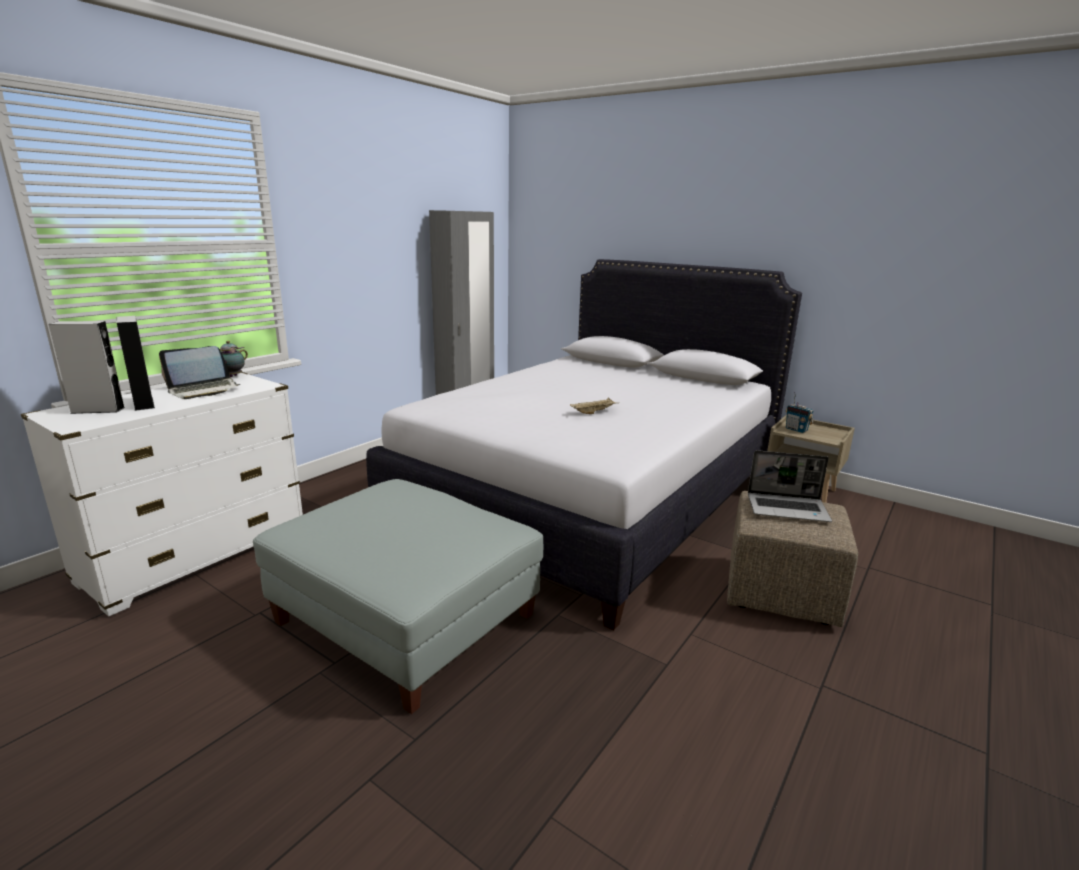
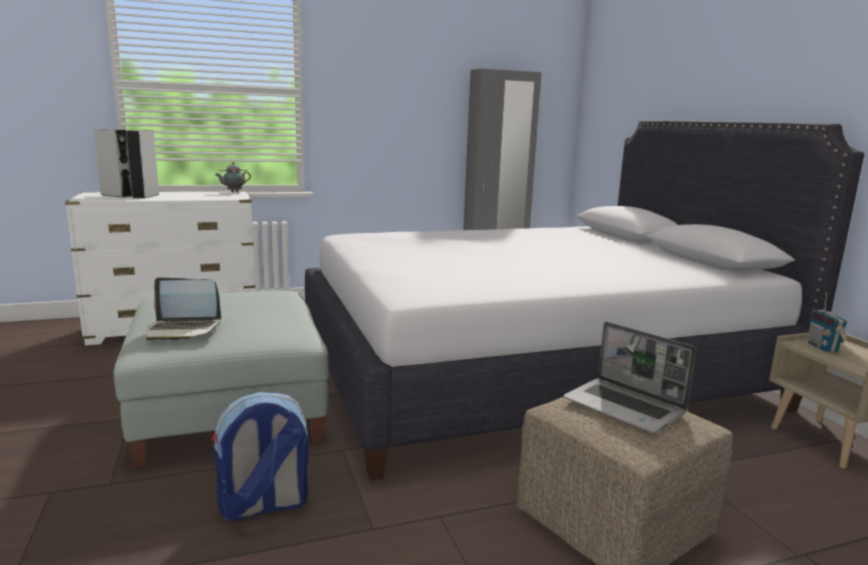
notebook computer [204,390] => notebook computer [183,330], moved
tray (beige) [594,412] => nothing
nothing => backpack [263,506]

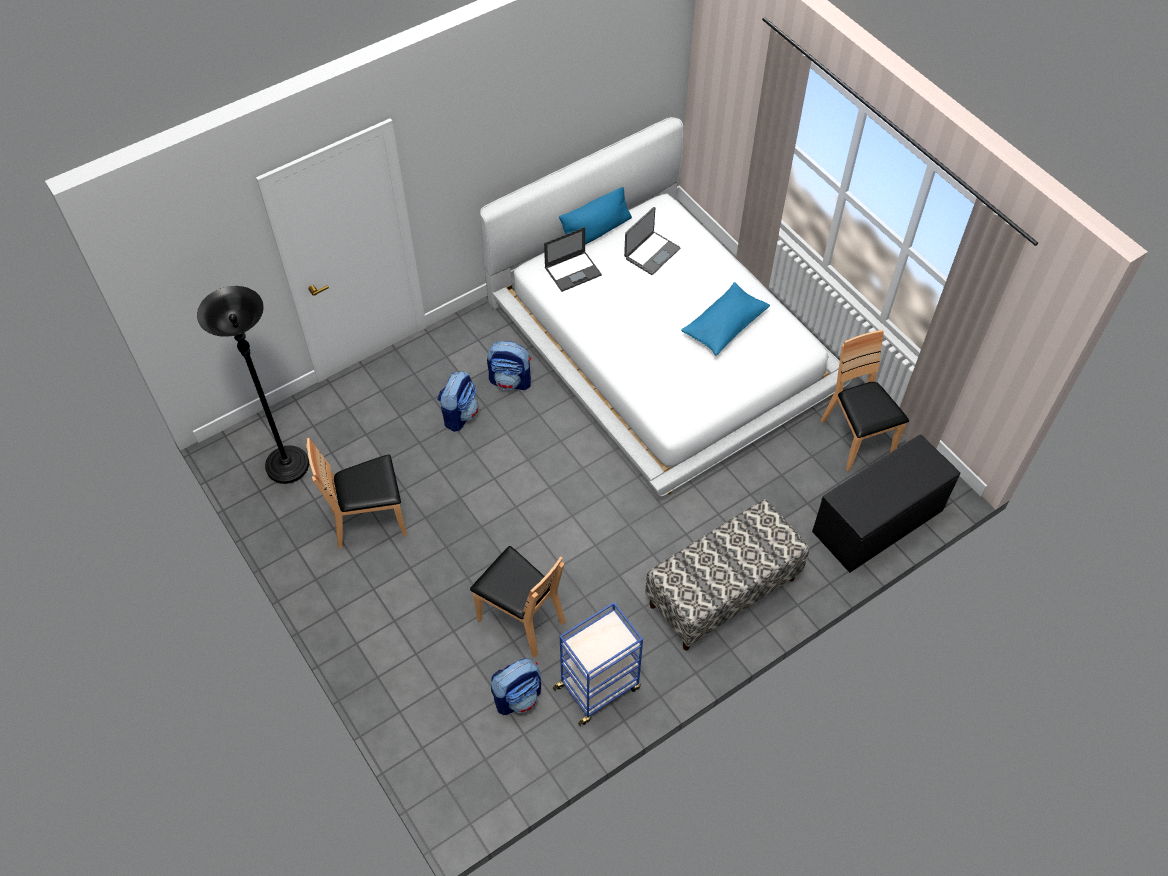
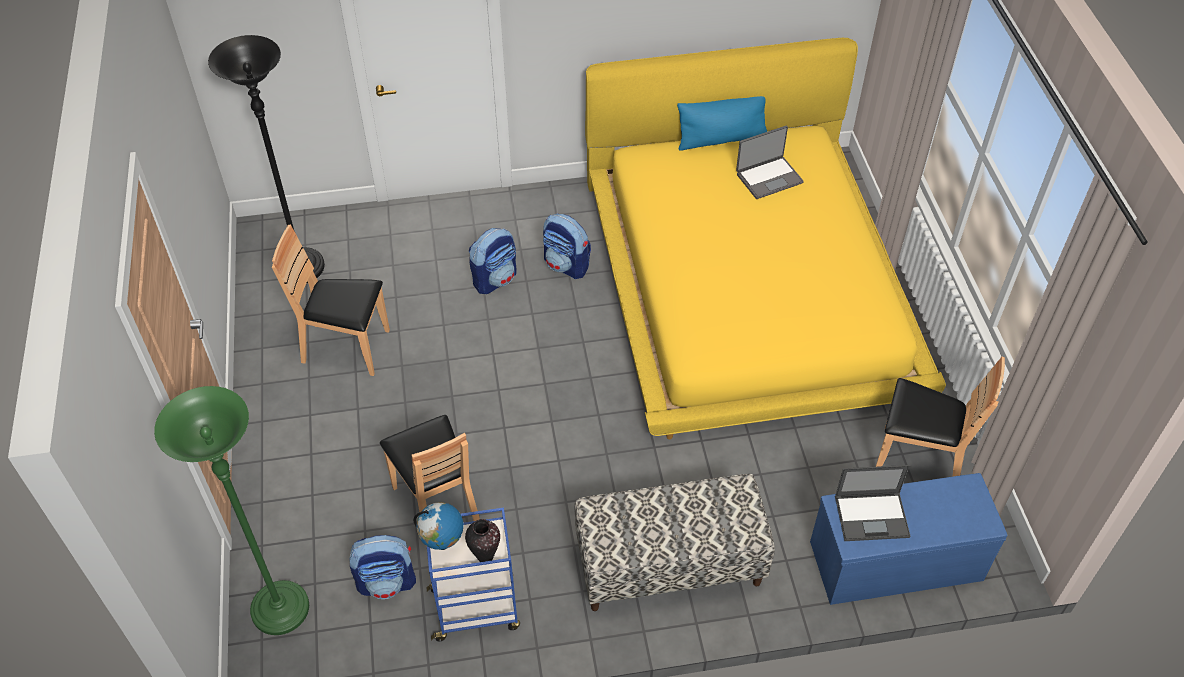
sleeping bed (white) [661,344] => sleeping bed (yellowish) [747,284]
notebook computer [573,271] => notebook computer [872,516], moved
cushion (blue-coloured) [724,326] => nothing
upright chair (brown-coloured) [855,439] => upright chair (brown-coloured) [917,461], 105 degrees clockwise
long seat (black) [877,522] => long seat (blue-coloured) [894,562]
nothing => standing lamp (green) [280,609]
nothing => desk globe [443,543]
nothing => vase [485,556]

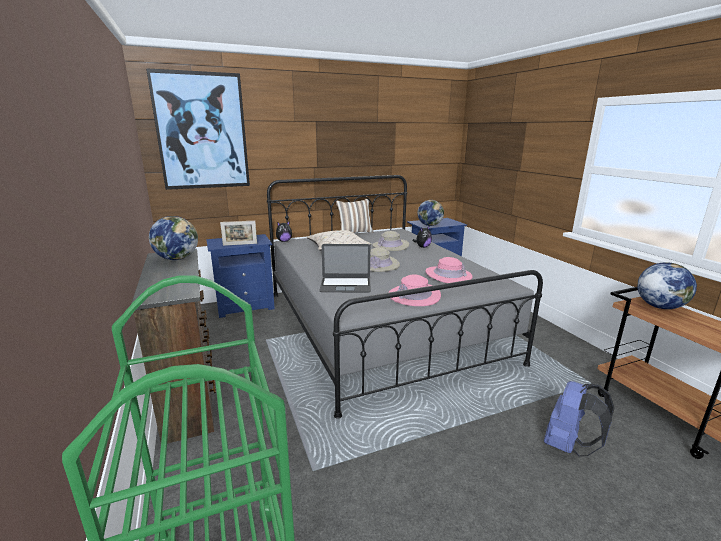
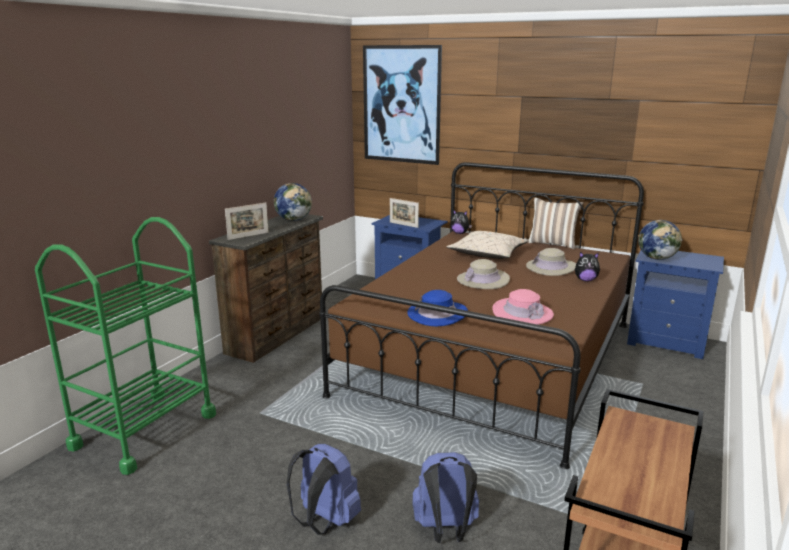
sleeping bed (greyish) [379,324] => sleeping bed (brown-coloured) [491,357]
notebook computer [345,285] => nothing
desk globe [659,306] => nothing
wearable hat (pinkish) [414,296] => wearable hat (blue-coloured) [437,314]
nothing => standing frame [248,236]
nothing => backpack (blue-coloured) [324,521]

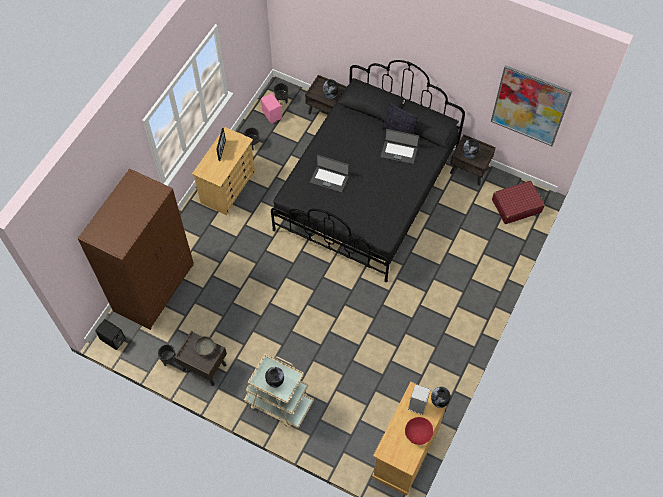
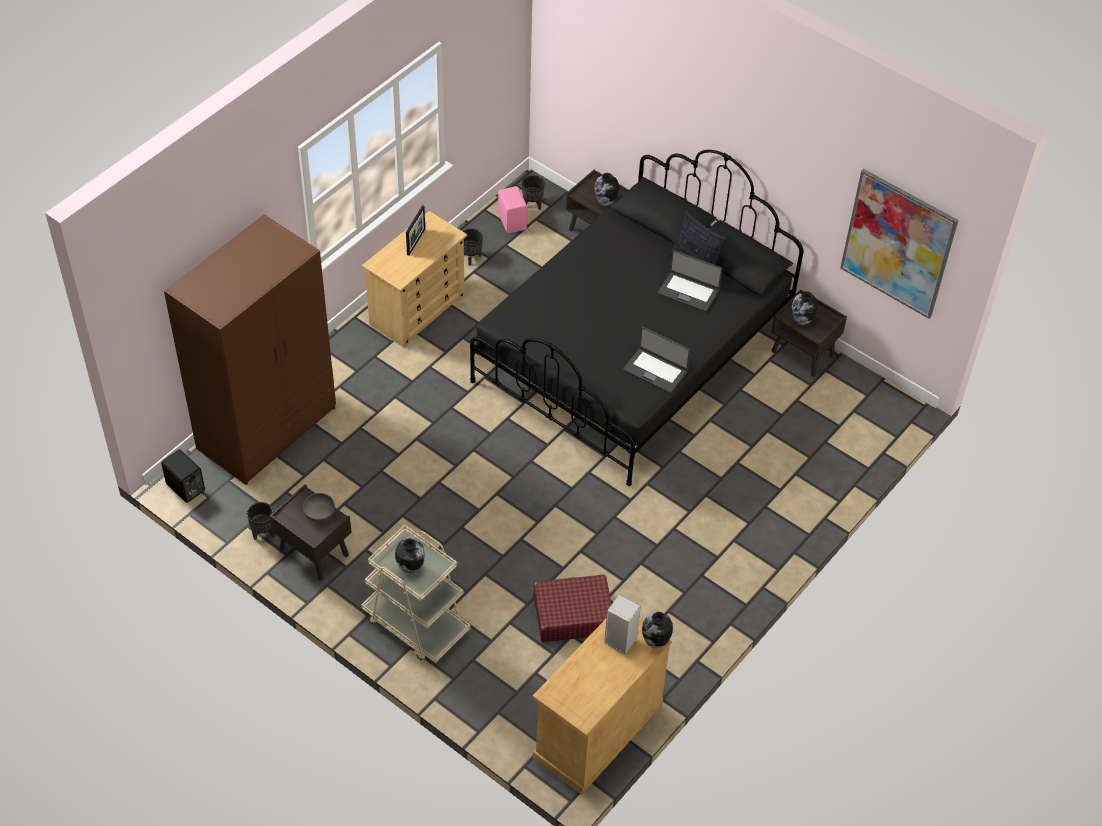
notebook computer [329,179] => notebook computer [655,370], moved
travel case (red-coloured) [516,206] => travel case (red-coloured) [572,615], moved
serving bowl (red-coloured) [418,433] => nothing

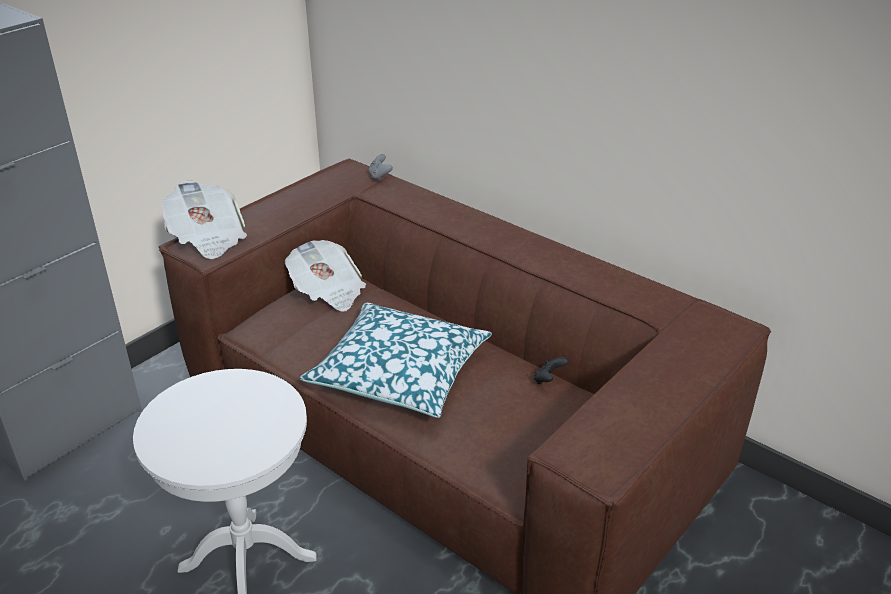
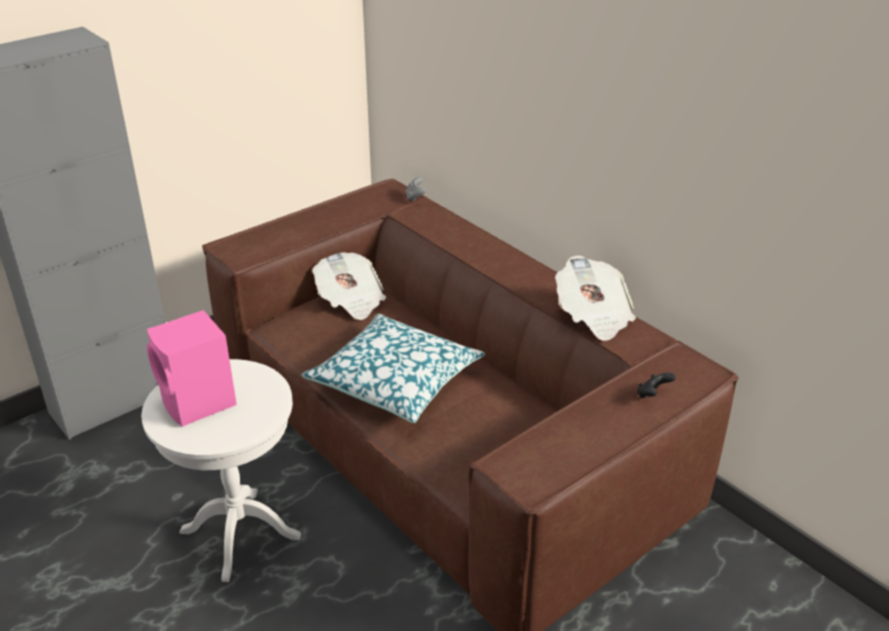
daily paper [207,238] => daily paper [593,316], moved
joypad (black) [548,380] => joypad (black) [652,395], moved
nothing => audio speaker (pinkish) [199,404]

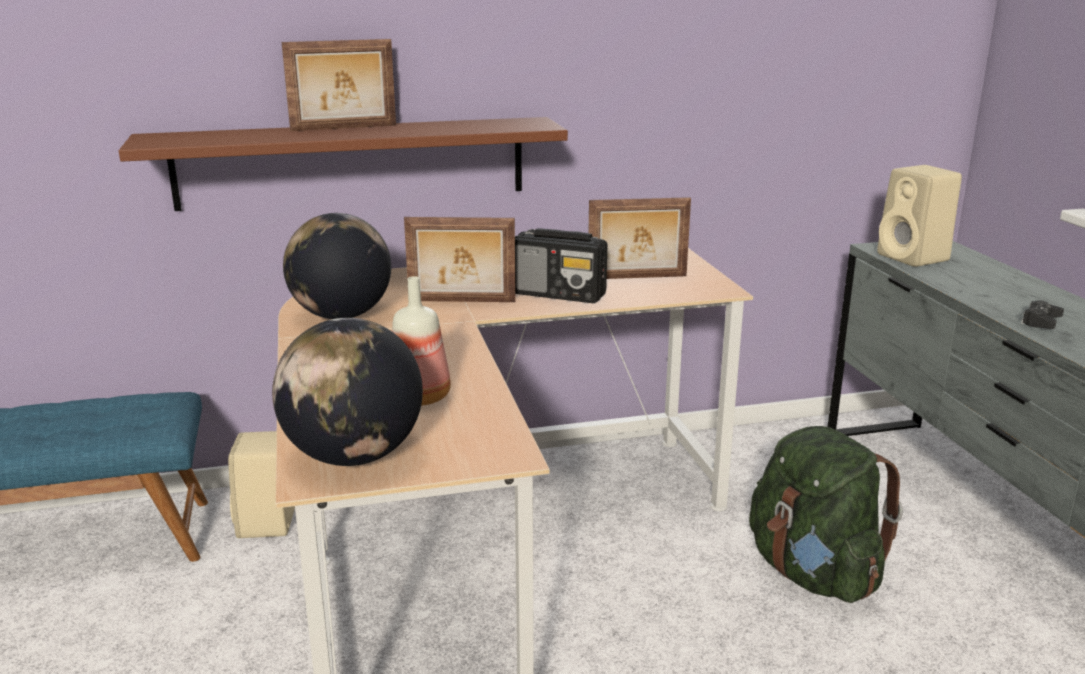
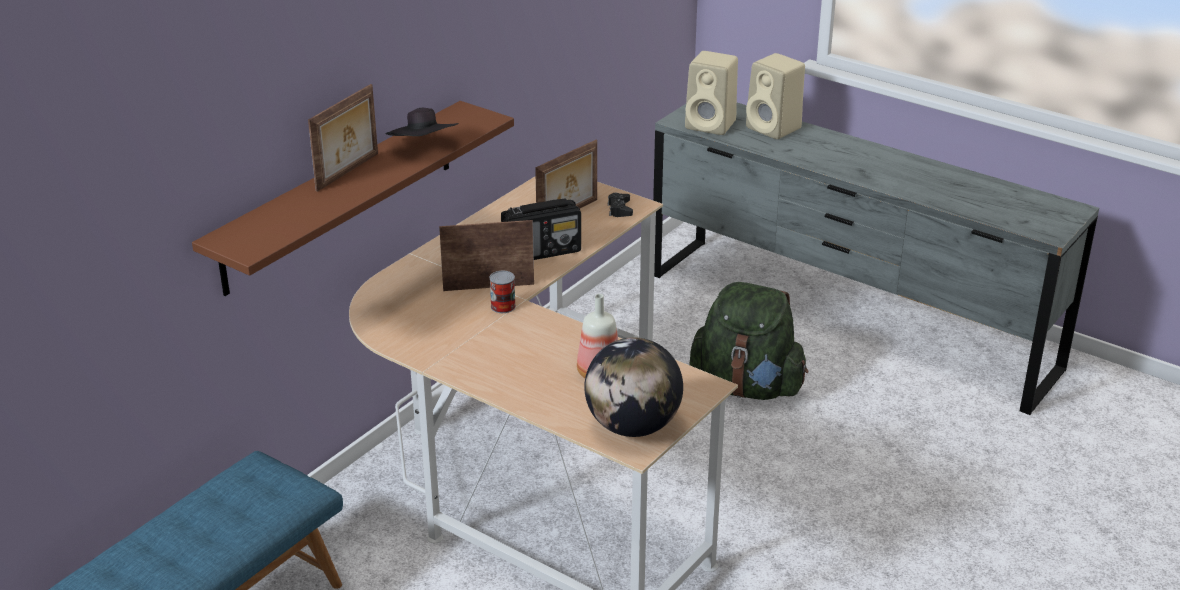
desk globe [341,316] => nothing
standing frame [461,301] => standing frame [488,286], 150 degrees counterclockwise
joypad (black) [1041,321] => joypad (black) [619,209], moved
audio speaker (beige) [266,524] => audio speaker (beige) [775,128], moved
nothing => wearable hat (black) [424,147]
nothing => sealed can [503,306]

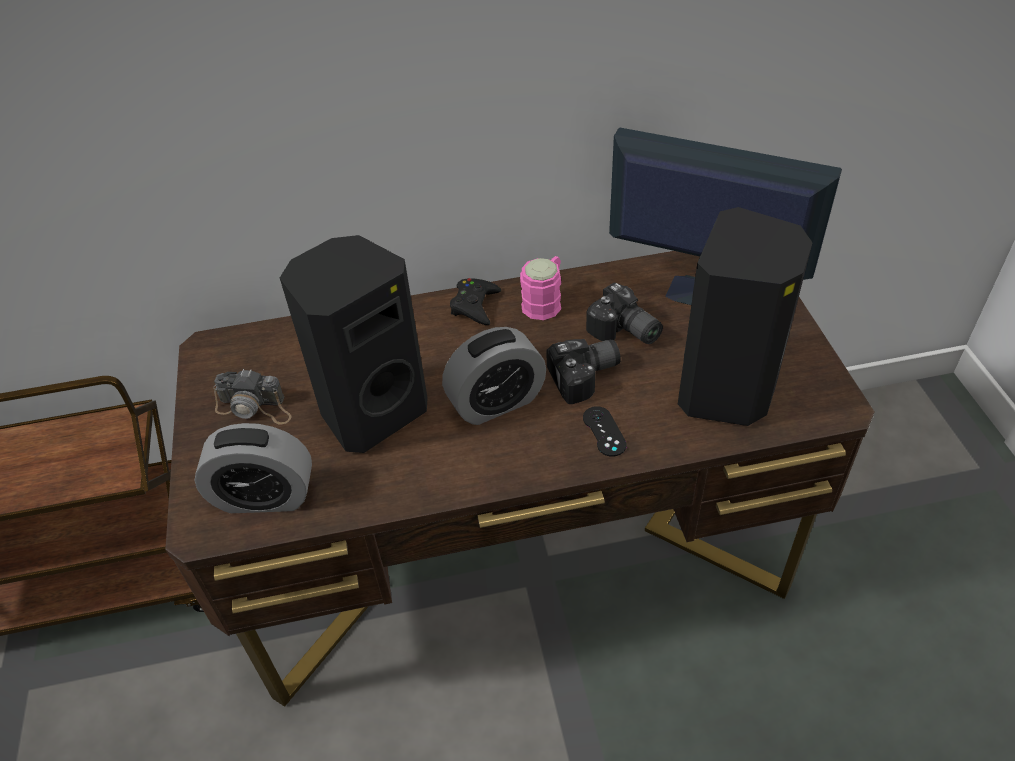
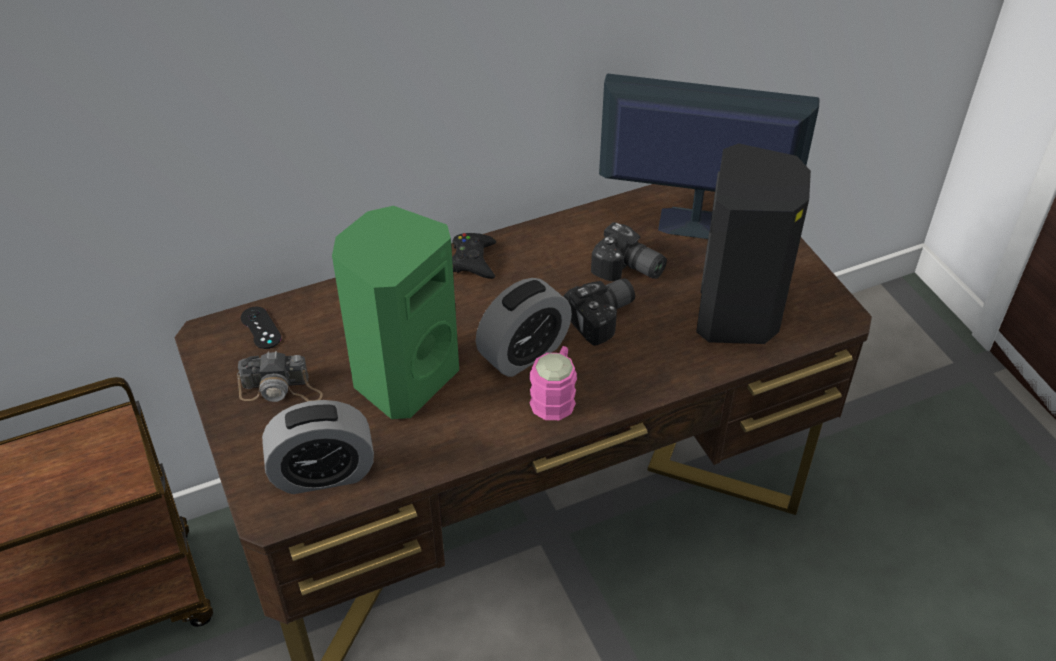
audio speaker (black) [372,411] => audio speaker (green) [403,377]
coffee mug (pinkish) [545,301] => coffee mug (pinkish) [555,396], moved
joypad (black) [604,431] => joypad (black) [260,328], moved

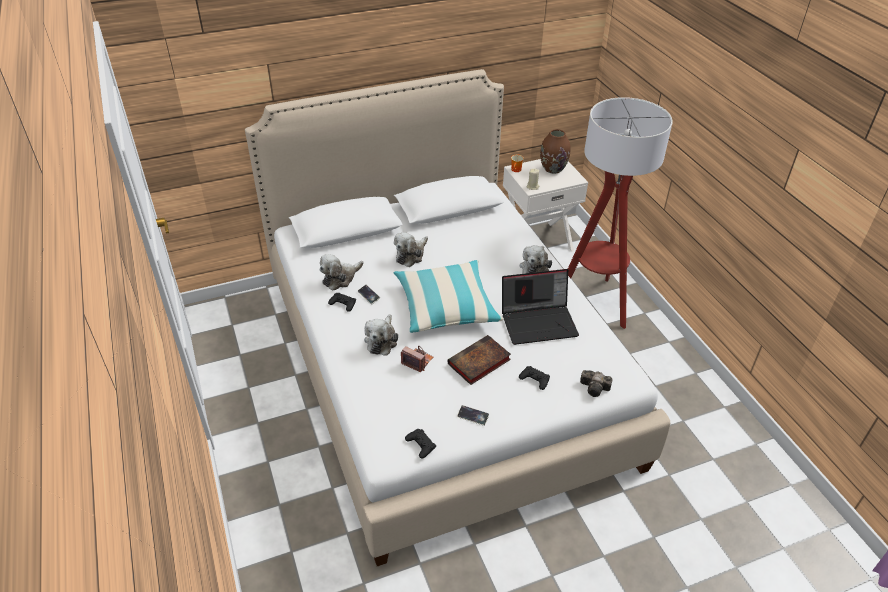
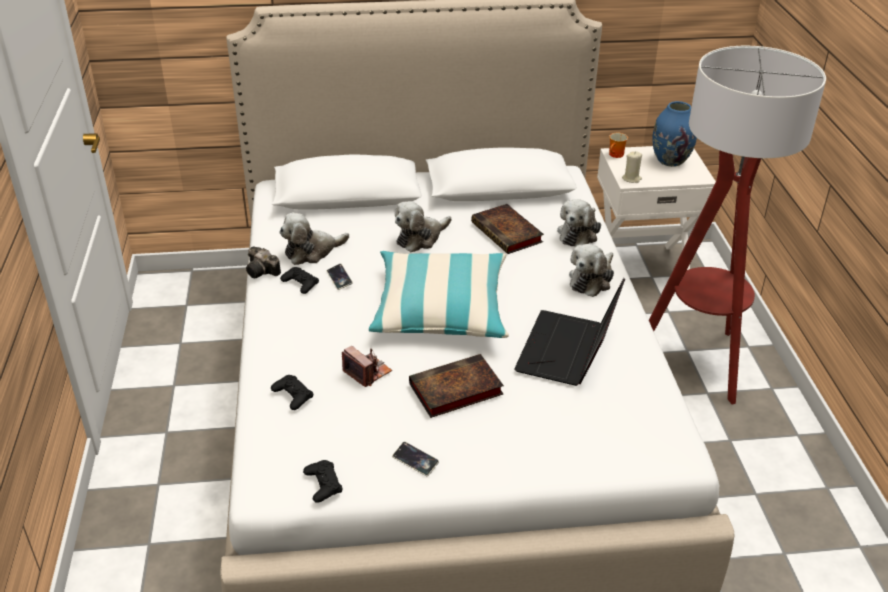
vase (brown-coloured) [553,169] => vase (blue-coloured) [670,160]
notebook computer [539,322] => notebook computer [568,352], 105 degrees clockwise
cuddly toy [382,340] => cuddly toy [579,234], moved
joypad (black) [534,379] => joypad (black) [293,395], moved
photo camera [595,388] => photo camera [263,272], moved
nothing => volume [508,233]

